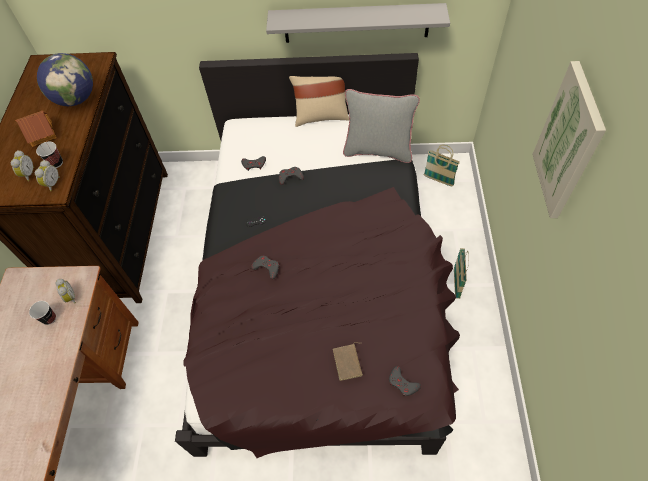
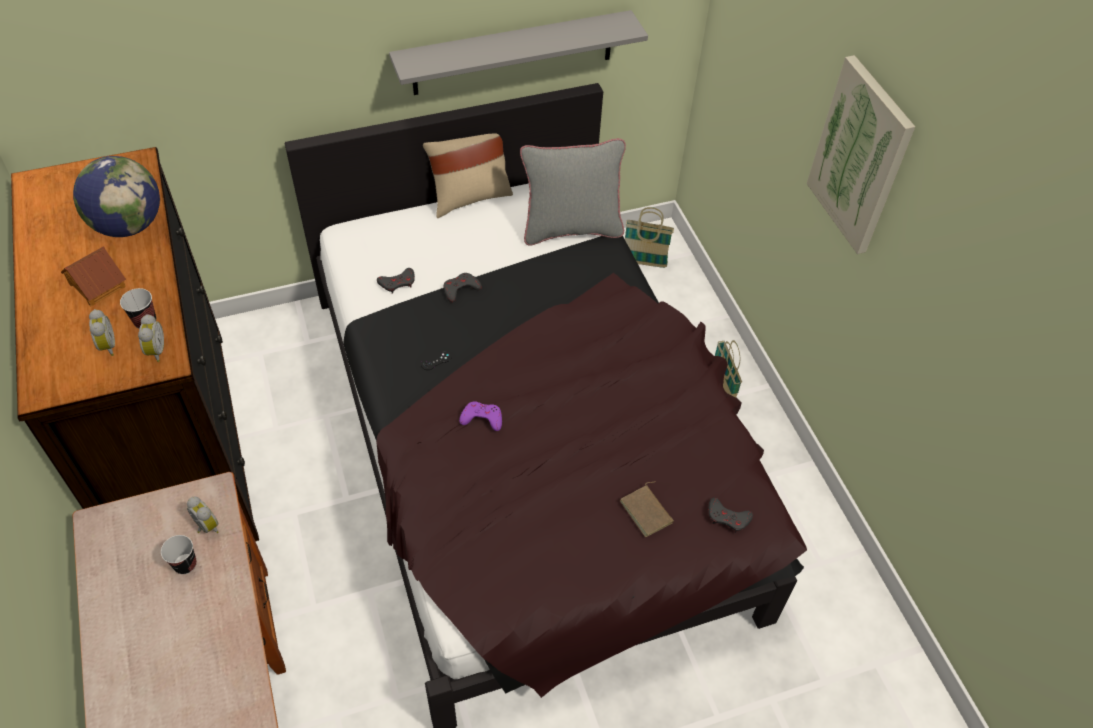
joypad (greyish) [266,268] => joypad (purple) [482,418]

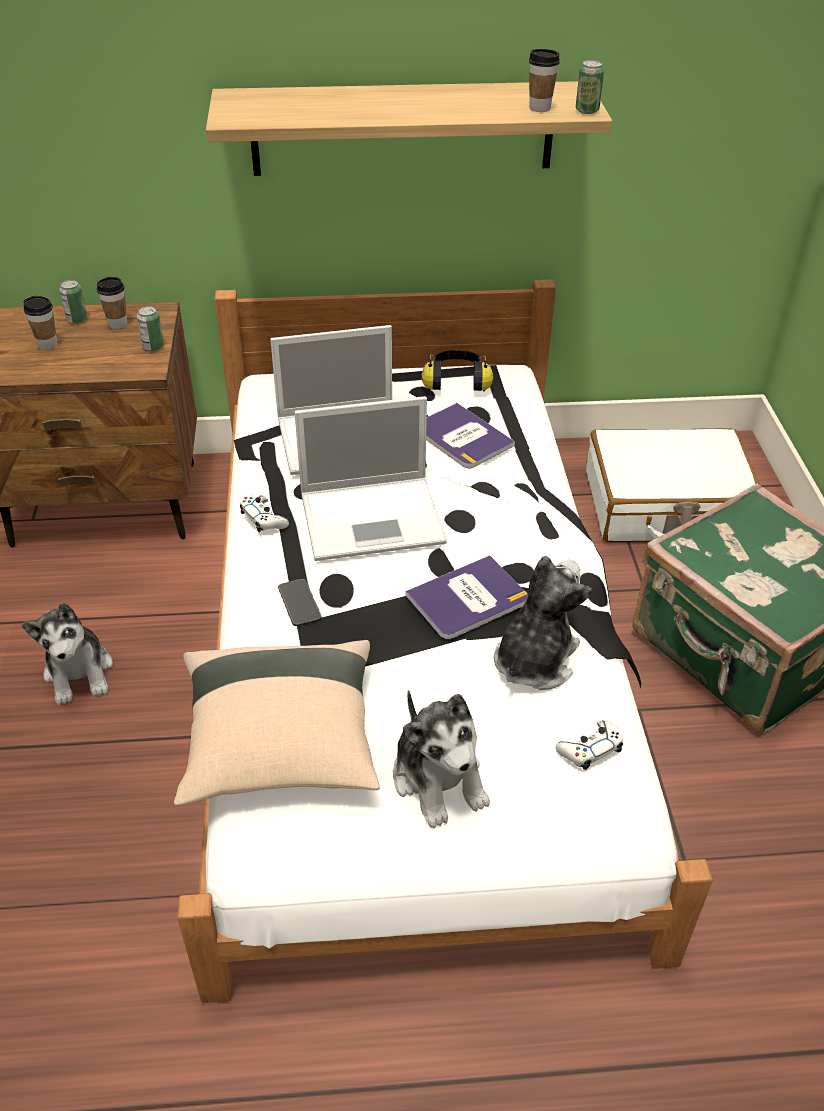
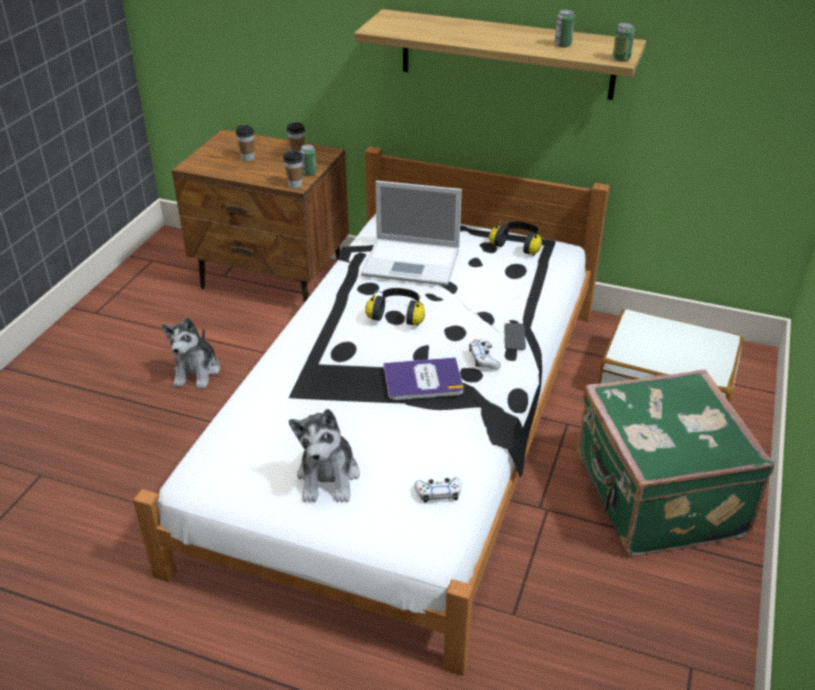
cup [539,108] => cup [295,185], moved
sealed can [77,319] => sealed can [562,45], moved
notebook computer [375,517] => headset [397,315]
volume [462,437] => nothing
joypad (white) [263,519] => joypad (white) [484,359], moved
cuddly toy [534,660] => nothing
telephone [299,603] => telephone [514,337], moved
cushion (beige) [280,742] => nothing

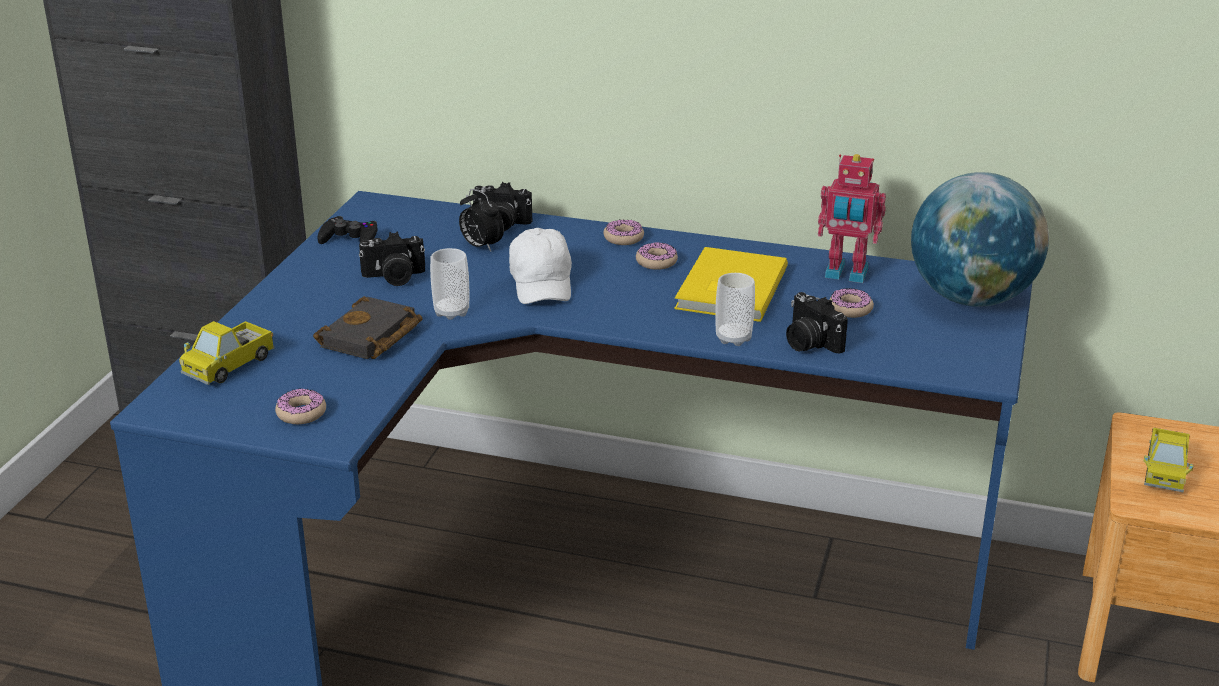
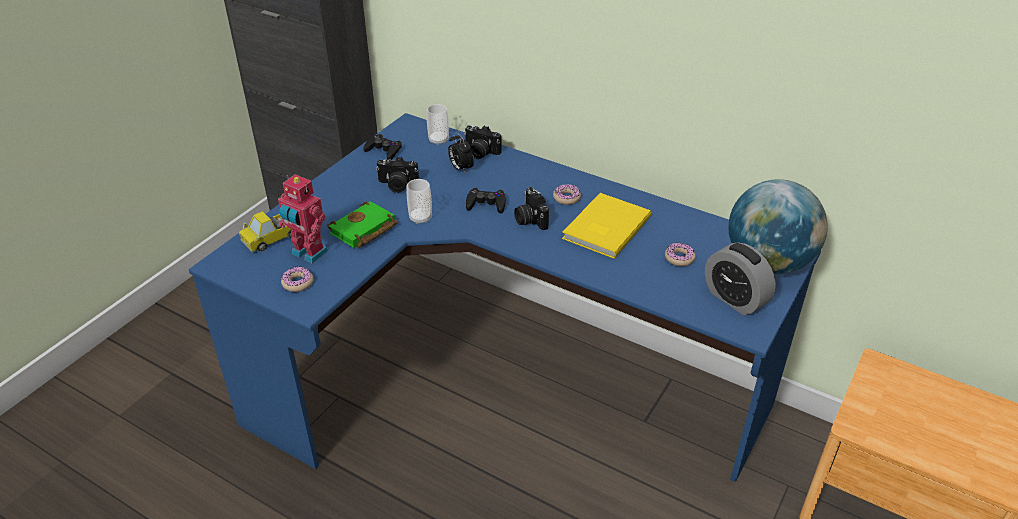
robot figure [846,274] => robot figure [308,253], moved
ring doughnut [623,238] => nothing
peaked cap (white) [542,283] => joypad (black) [486,204]
cup [733,338] => cup [438,140], moved
photo camera [809,343] => photo camera [530,219], moved
volume (black) [371,338] => volume (green) [363,230]
toy lorry [1164,471] => nothing
nothing => alarm clock [734,299]

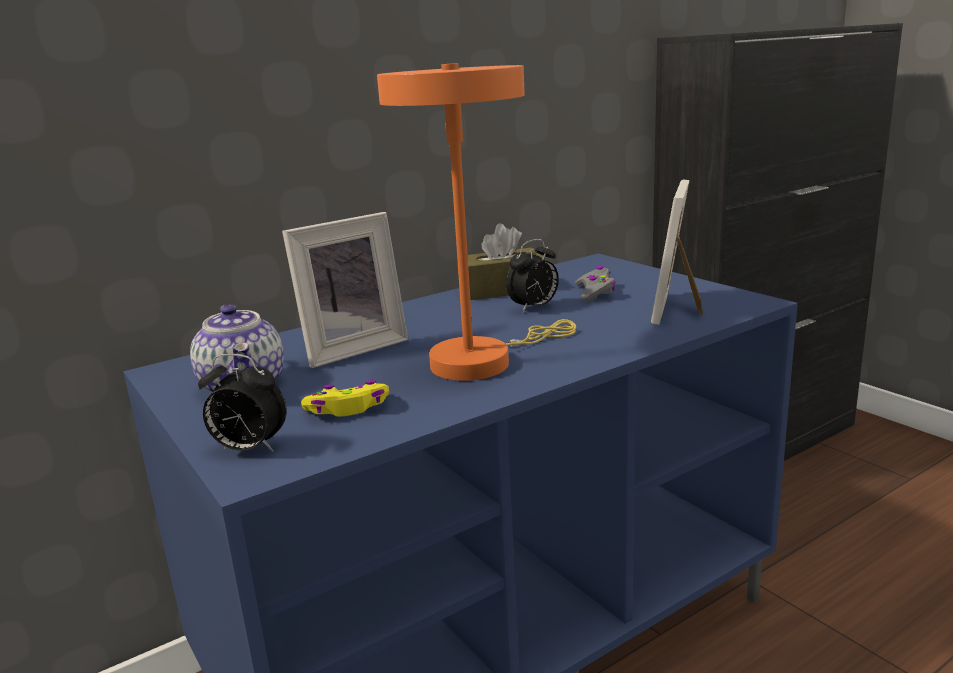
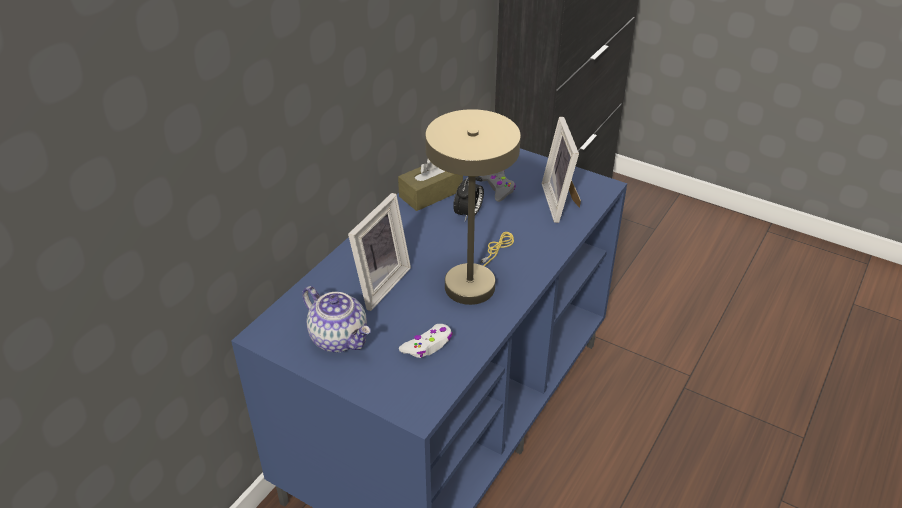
tabletop lamp (orange) [481,360] => tabletop lamp (beige) [473,281]
alarm clock [248,449] => nothing
joypad (yellowish) [348,409] => joypad (white) [428,345]

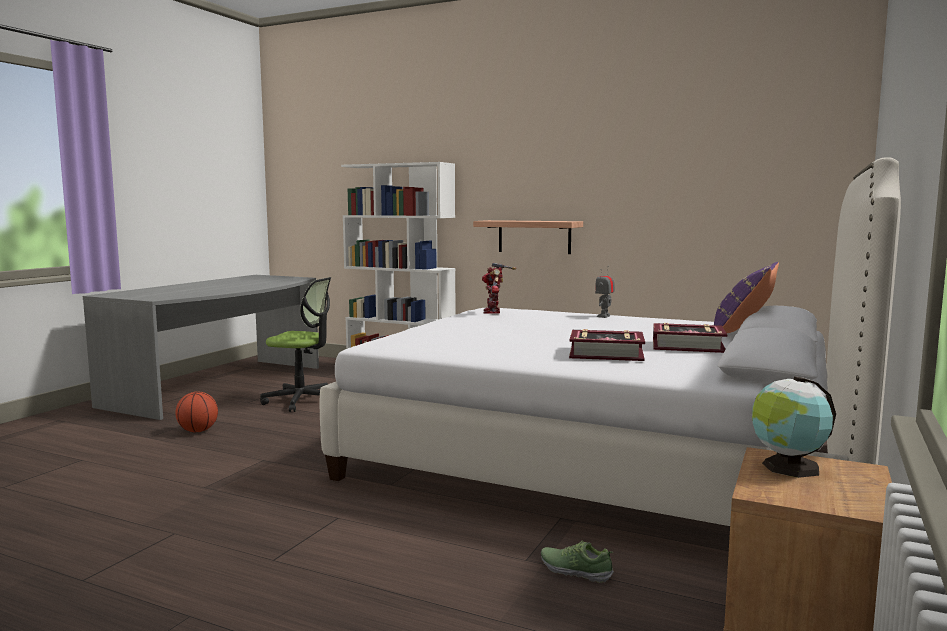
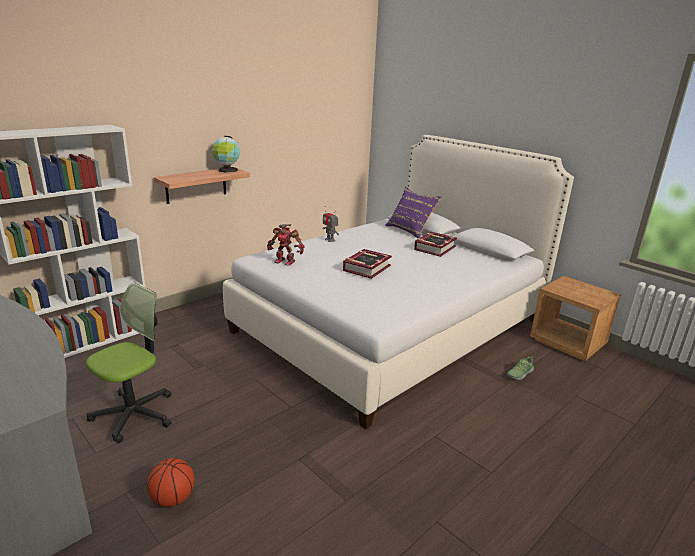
volume [606,354] => volume [366,268], moved
desk globe [788,467] => desk globe [227,170], moved

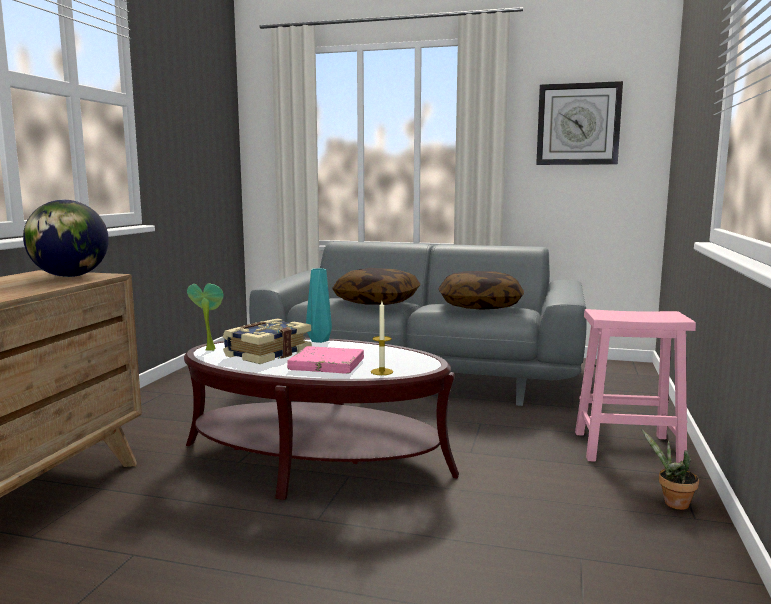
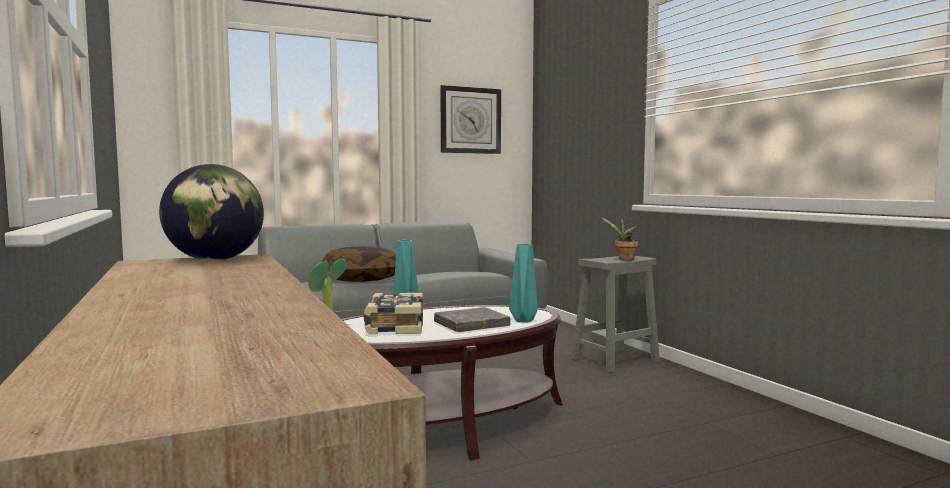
cushion [480,306] => nothing
candle [381,372] => vase (turquoise) [524,320]
sitting stool (pinkish) [625,448] => sitting stool (greyish) [614,360]
volume (pinkish) [327,365] => volume (greyish) [471,325]
plant in a pot [672,503] => plant in a pot [624,259], moved

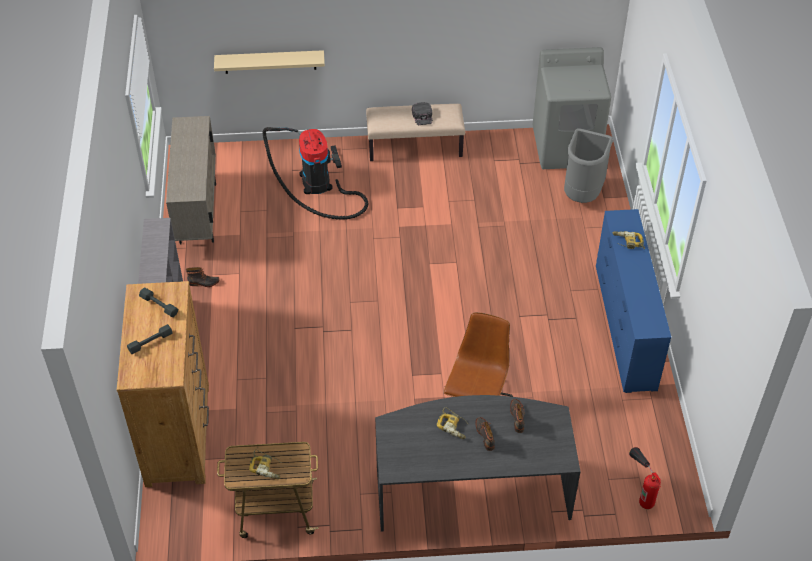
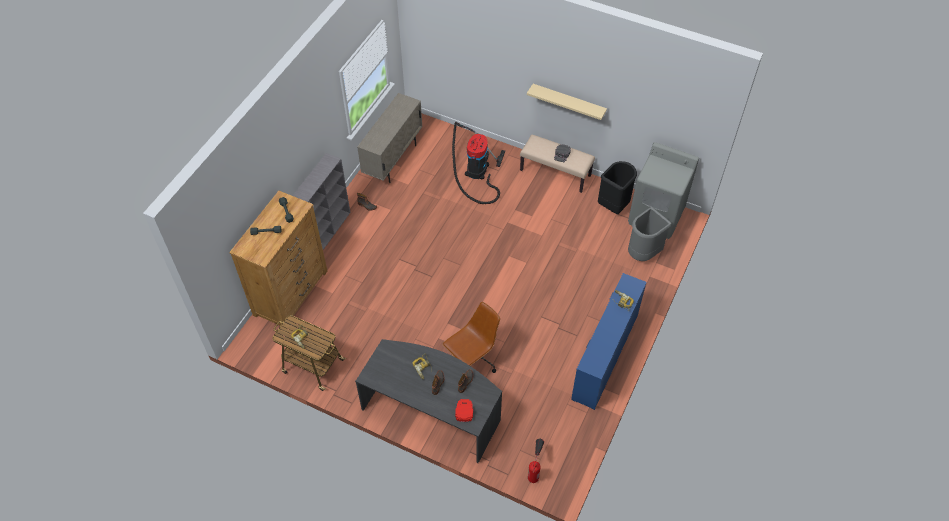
bracket shelf (beige) [270,61] => bracket shelf (beige) [568,102], moved
nothing => trash can (black) [613,205]
nothing => peaked cap (red-coloured) [464,411]

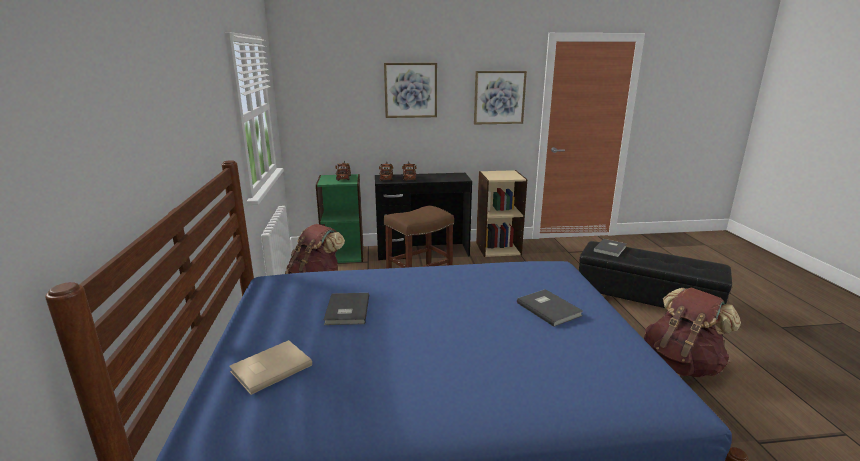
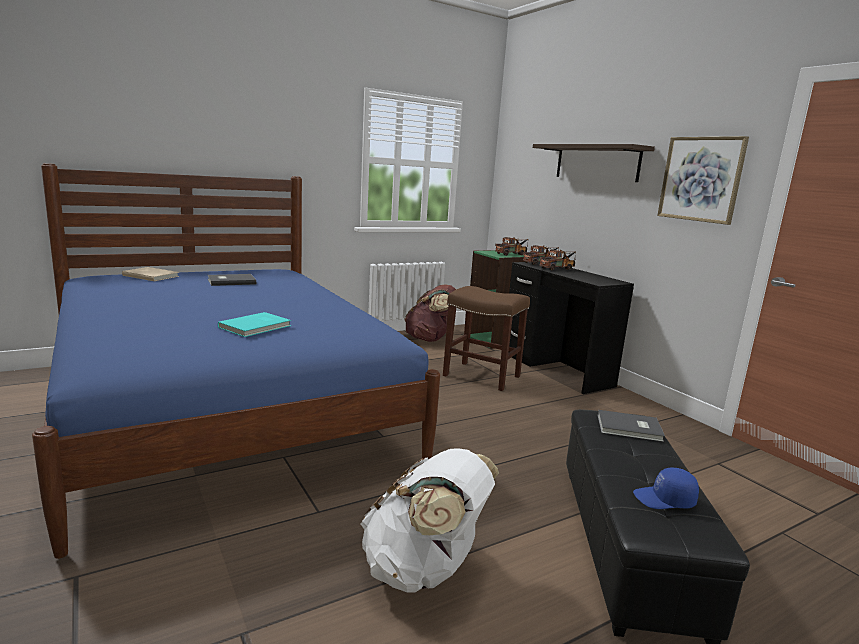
wall picture [410,90] => bracket shelf [596,162]
shelving unit (beige) [498,248] => nothing
backpack (brown-coloured) [682,364] => backpack (white) [424,570]
volume (greyish) [549,308] => volume (turquoise) [257,326]
nothing => peaked cap (blue-coloured) [664,500]

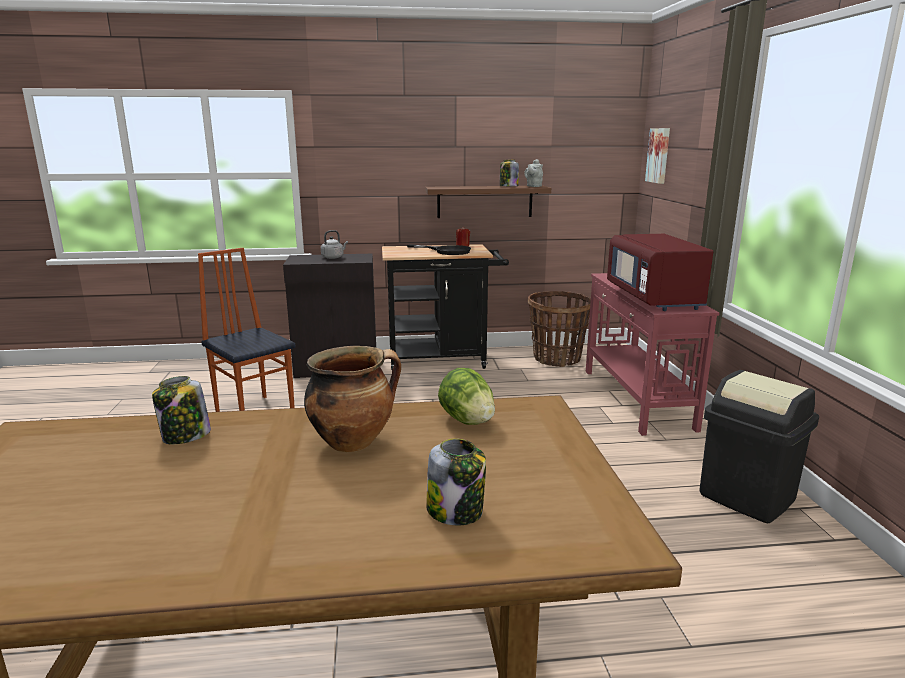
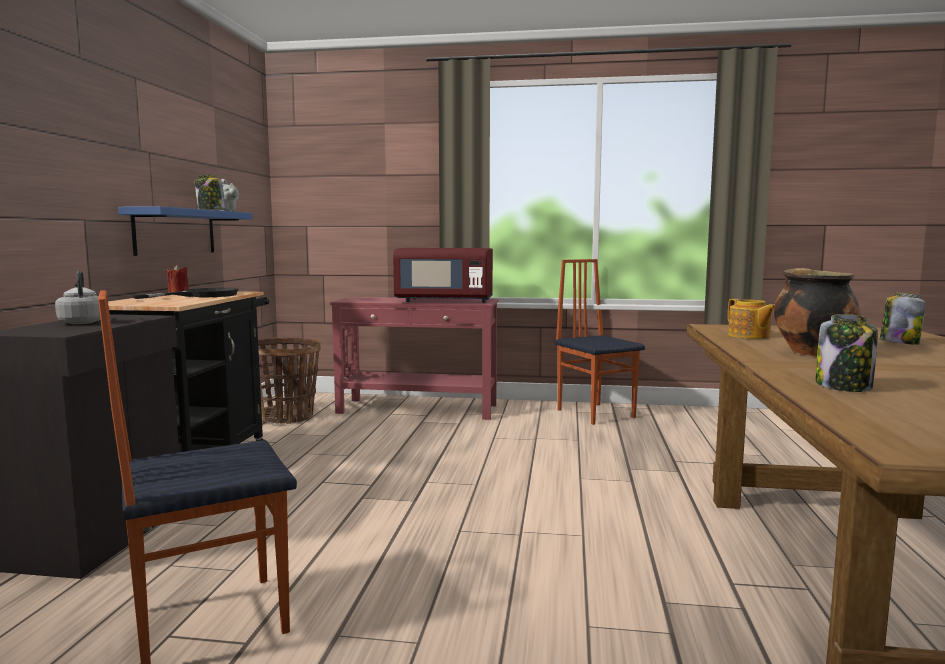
wall picture [659,155] => nothing
bracket shelf (brown-coloured) [485,201] => bracket shelf (blue-coloured) [175,232]
lettuce [467,420] => pot for tea [749,336]
trash can (black) [747,496] => upright chair [596,413]

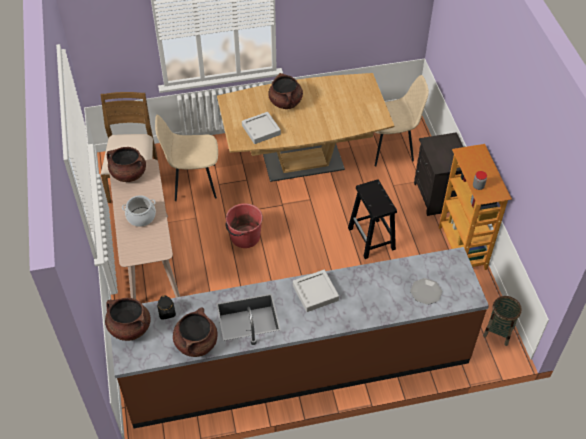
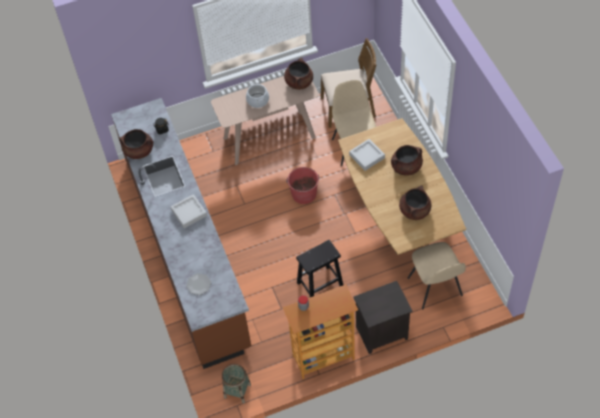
saucepot (brown-coloured) [129,328] => saucepot (brown-coloured) [414,210], moved

